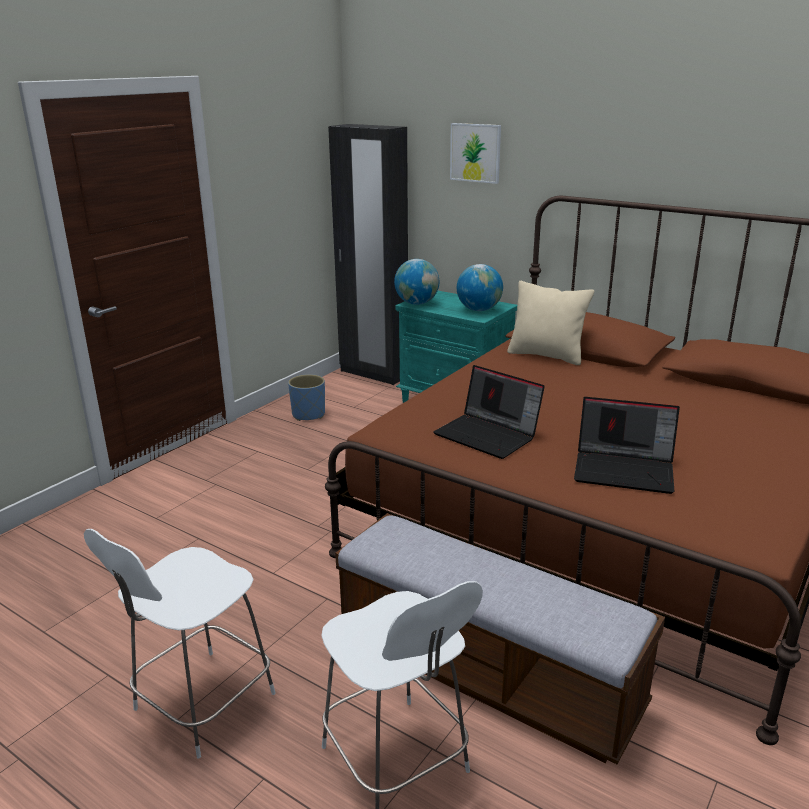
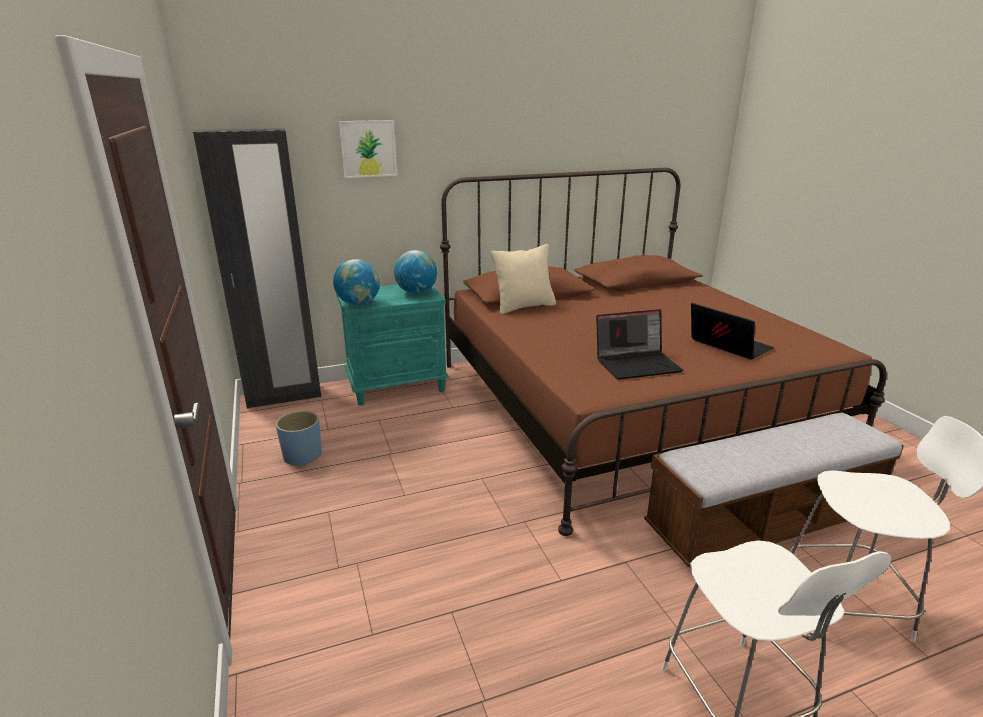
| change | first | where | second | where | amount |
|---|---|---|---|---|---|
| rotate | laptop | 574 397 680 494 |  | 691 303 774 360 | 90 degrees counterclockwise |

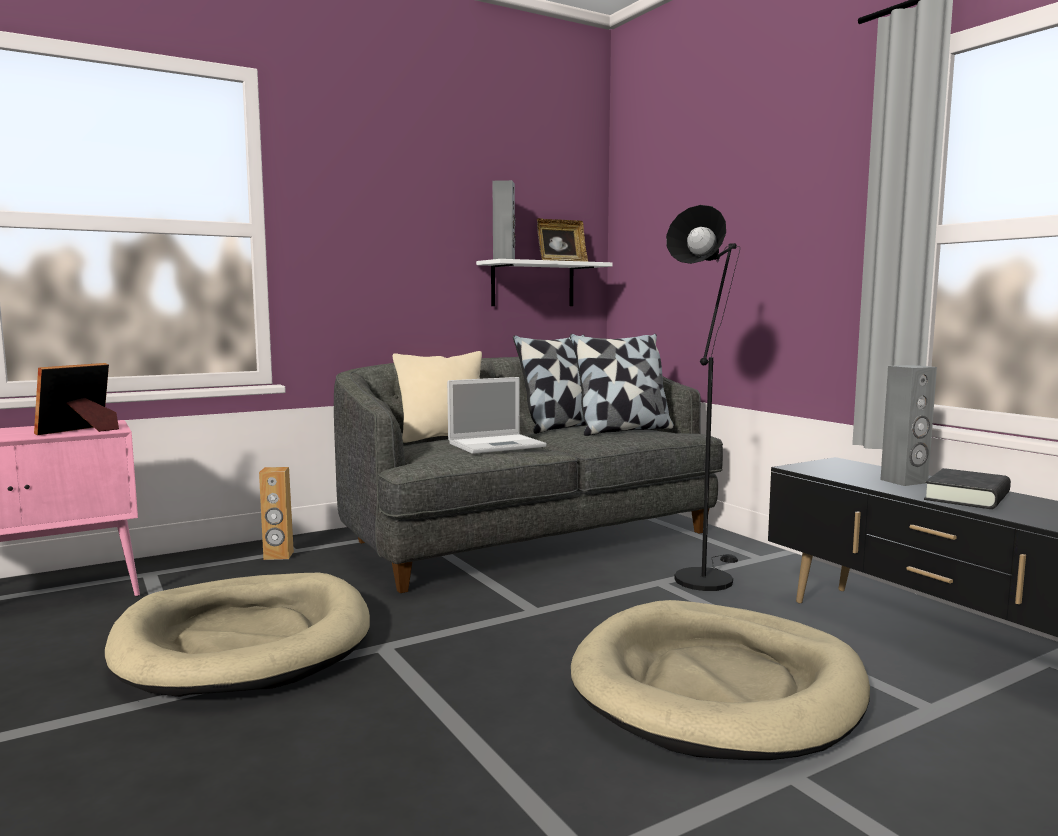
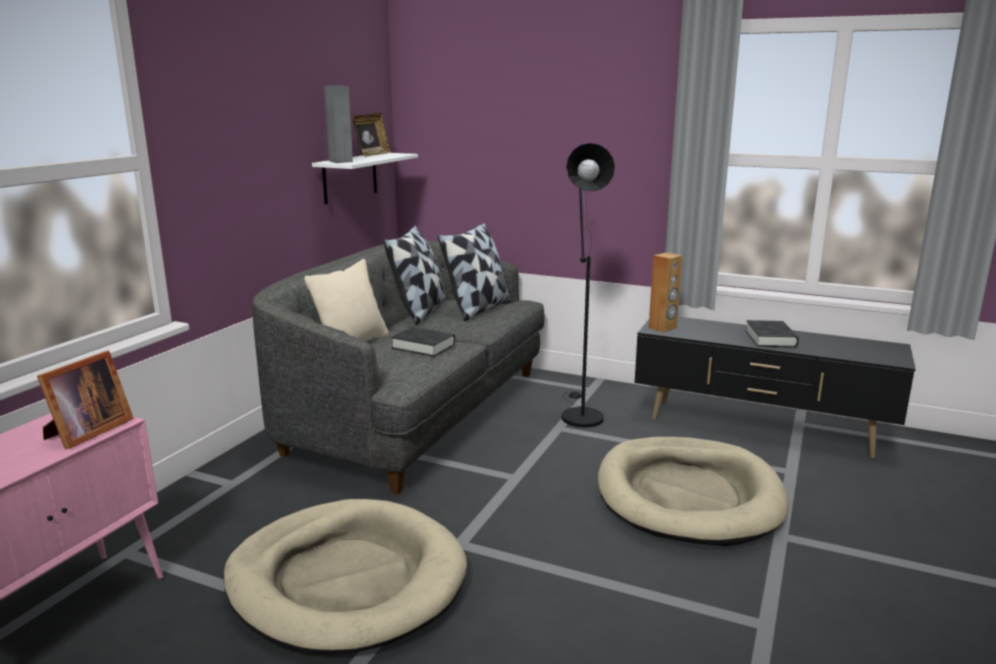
| change | first | where | second | where | amount |
|---|---|---|---|---|---|
| rotate | ramka na zdjęcie | 34 363 119 435 |  | 37 351 134 449 | 150 degrees counterclockwise |
| move | głośnik/brązowy | 259 467 294 560 |  | 649 252 682 333 |  |
| replace | laptop | 447 377 547 454 | książka/czarny | 391 327 455 357 |  |
| delete | głośnik/szary | 880 365 937 486 |  |  |  |

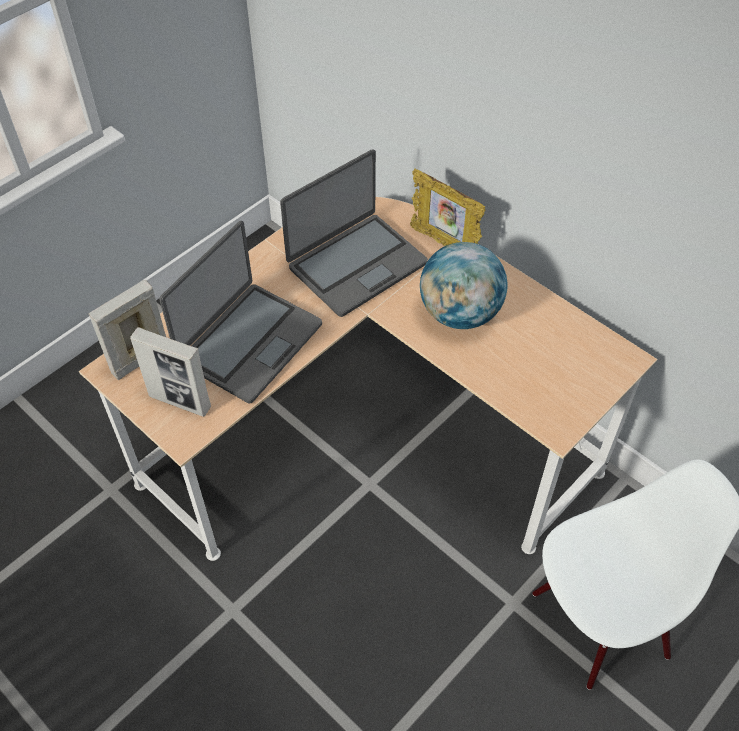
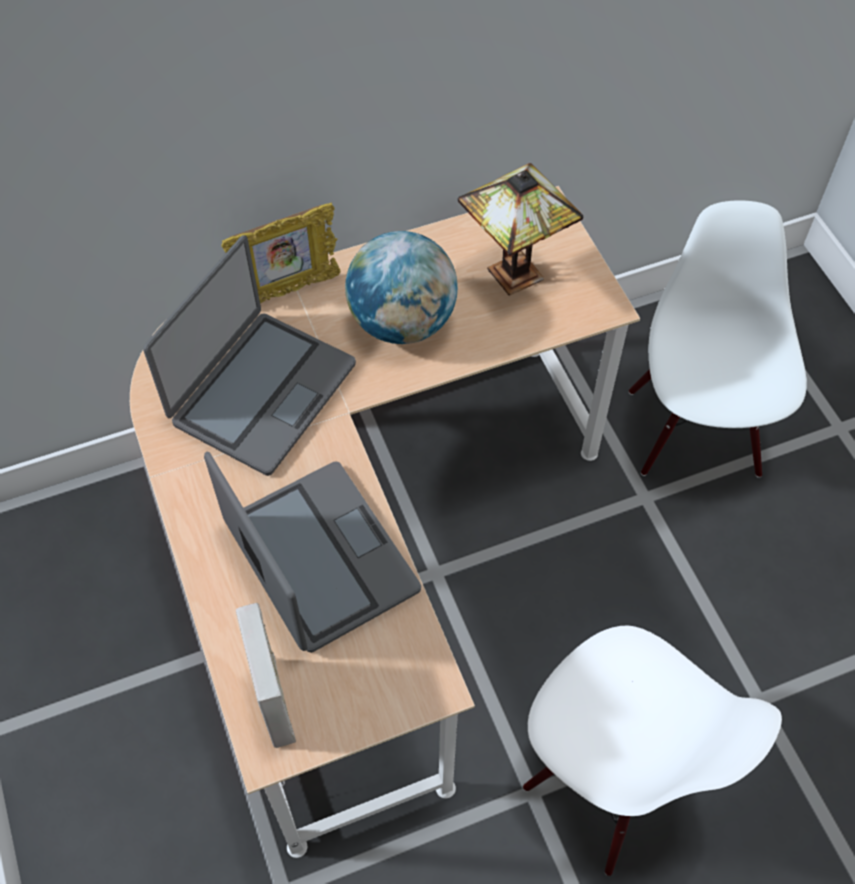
| change | first | where | second | where | amount |
|---|---|---|---|---|---|
| delete | ramka na zdjęcie | 130 327 211 417 |  |  |  |
| rotate | laptop | 280 149 428 317 |  | 143 235 356 476 | 45 degrees clockwise |
| insert |  |  | lampa stołowa | 458 163 584 296 |  |
| insert |  |  | krzesło/biały | 523 626 782 876 |  |

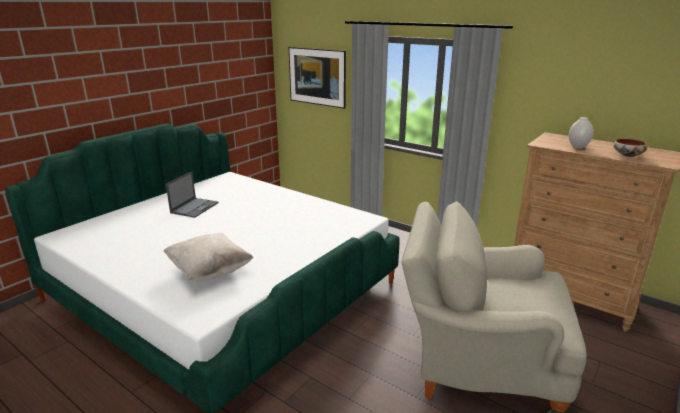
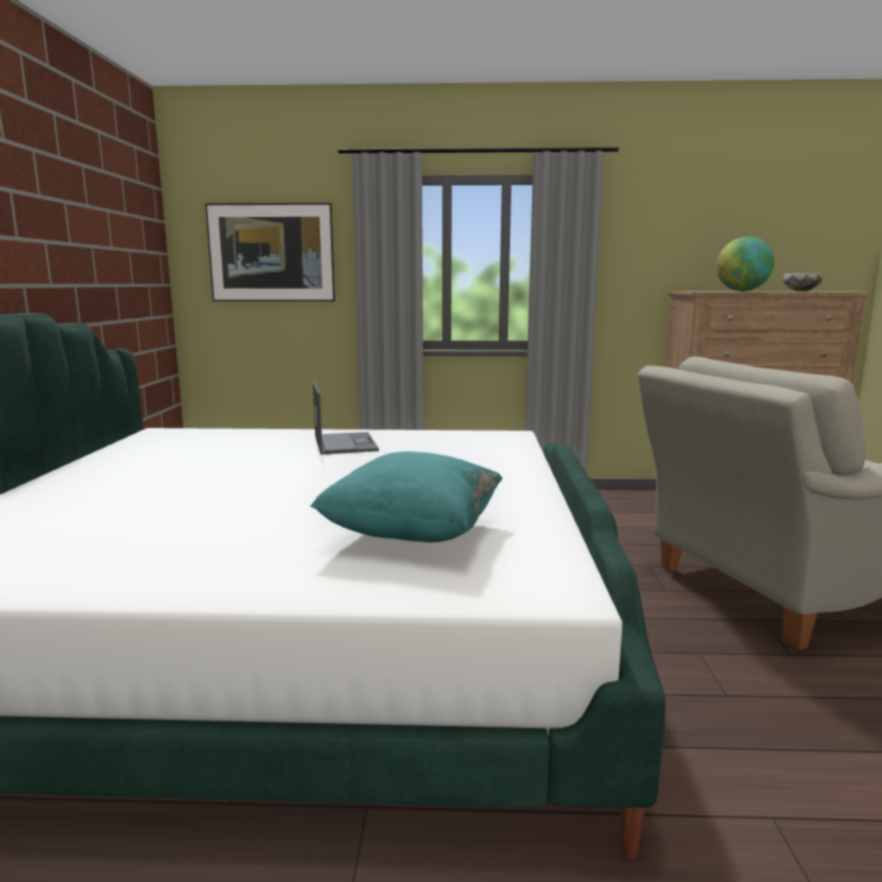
| change | first | where | second | where | amount |
|---|---|---|---|---|---|
| recolor | poduszka/beżowy | 164 233 254 282 | poduszka/turkusowy | 310 451 503 543 |  |
| move | laptop | 166 171 219 218 |  | 313 382 379 454 |  |
| replace | wazon/biały | 569 117 594 149 | globus | 716 237 774 291 |  |

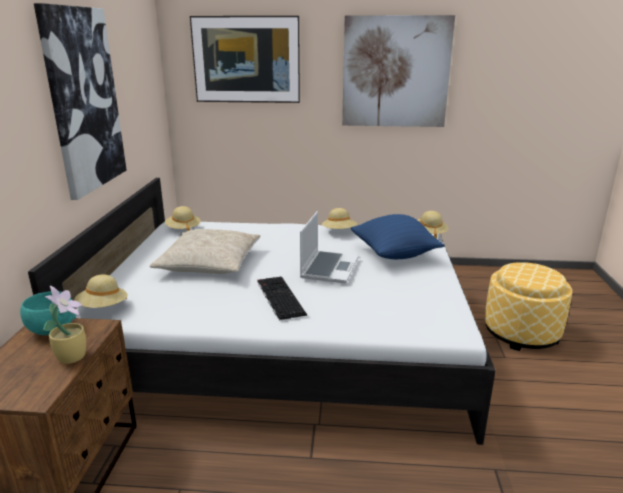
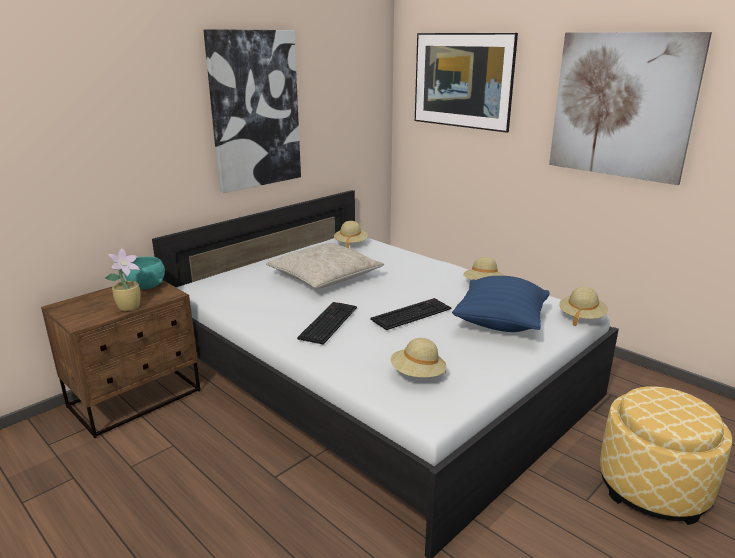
| change | first | where | second | where | amount |
|---|---|---|---|---|---|
| move | kapelusz/beżowy | 74 275 128 308 |  | 391 338 446 378 |  |
| replace | laptop | 300 211 359 283 | klawiatura | 370 298 451 330 |  |

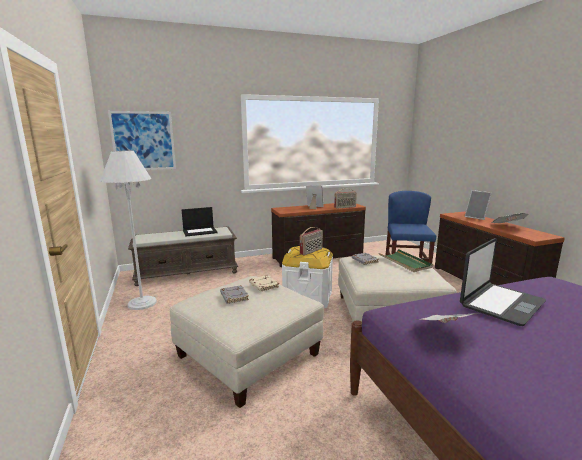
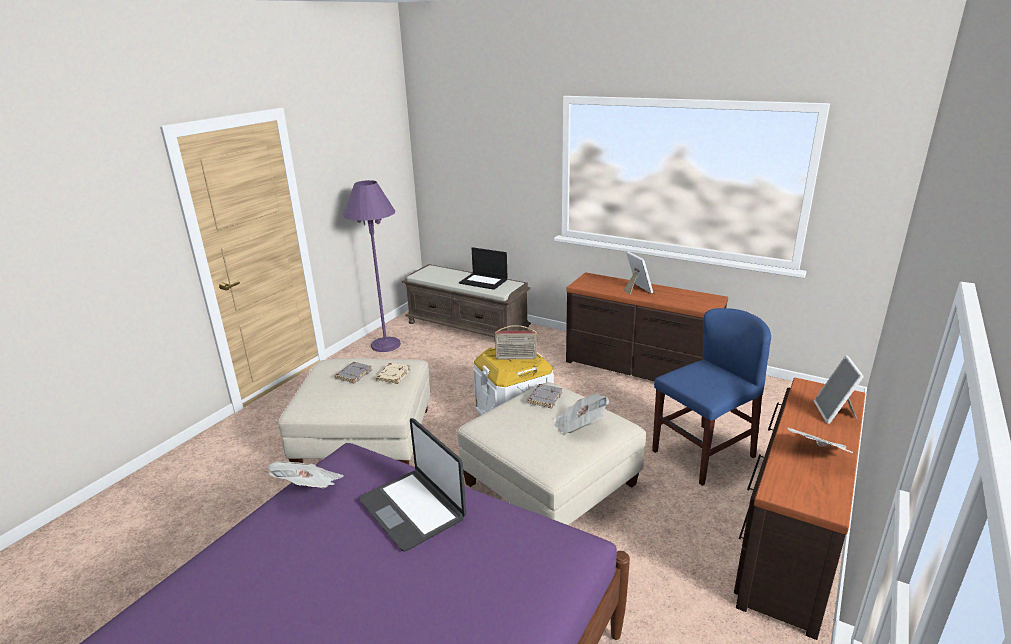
| change | first | where | second | where | amount |
|---|---|---|---|---|---|
| recolor | lampa stojąca/biały | 100 151 157 310 | lampa stojąca/fioletowy | 343 180 401 352 |  |
| delete | obraz | 108 111 176 170 |  |  |  |
| delete | radio | 334 188 357 209 |  |  |  |
| replace | taca/zielony | 379 249 433 272 | gazeta | 553 393 609 435 |  |
| rotate | laptop | 460 238 546 326 |  | 359 418 466 552 | 45 degrees clockwise |

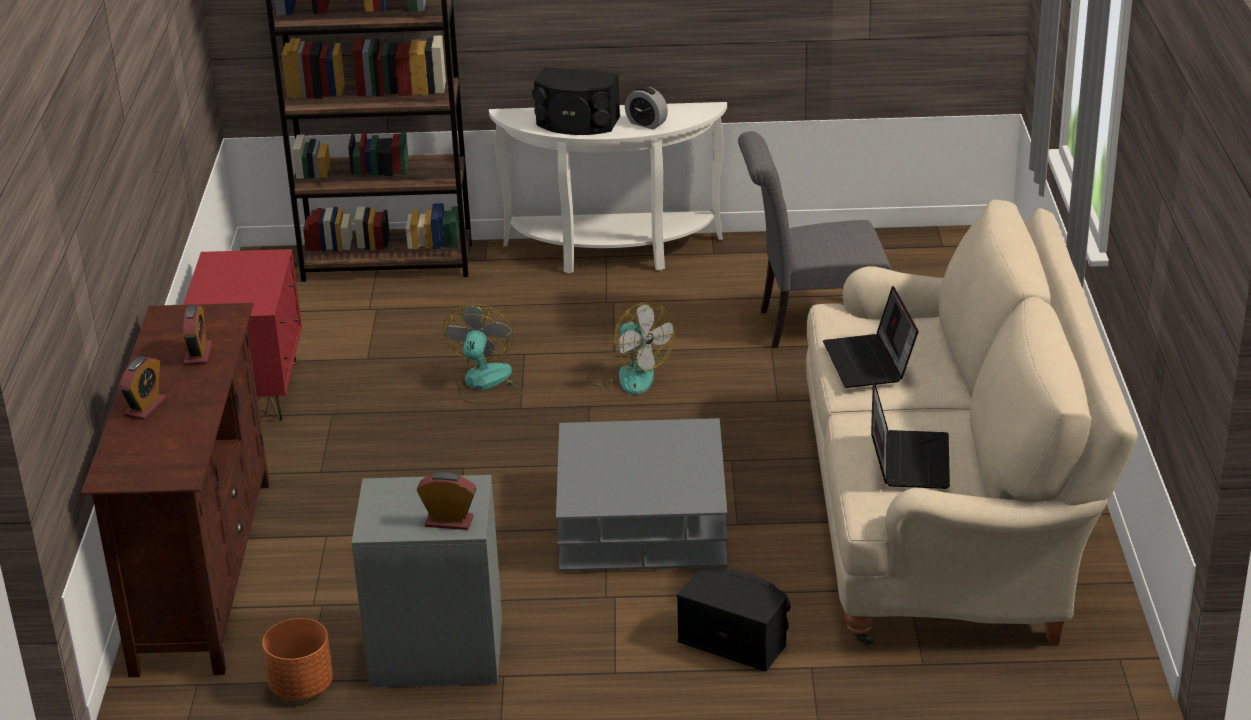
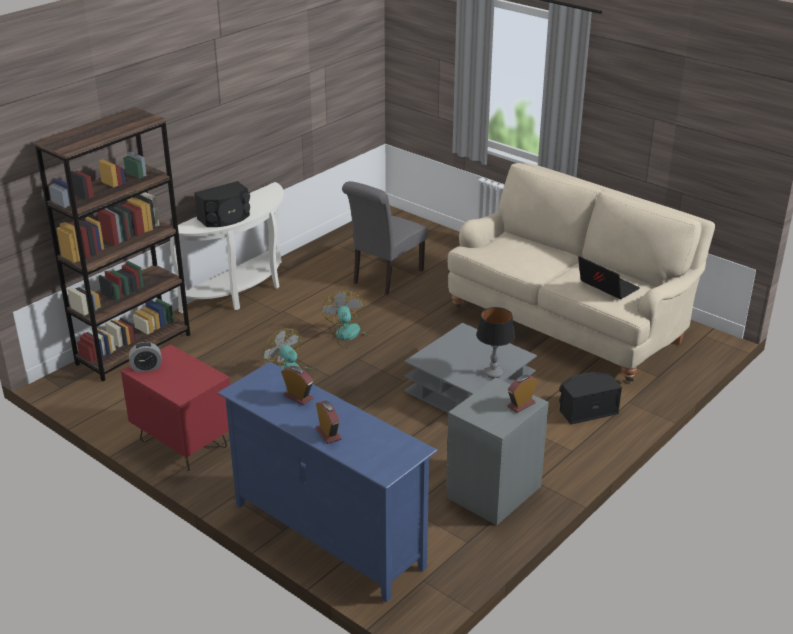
| change | first | where | second | where | amount |
|---|---|---|---|---|---|
| recolor | szafka pod telewizor/brązowy | 81 303 270 677 | szafka pod telewizor/niebieski | 217 362 438 602 |  |
| delete | donica/pomarańczowy | 262 618 333 700 |  |  |  |
| rotate | wentylator | 587 302 675 395 |  | 322 290 375 349 | 105 degrees counterclockwise |
| move | budzik | 625 86 668 130 |  | 129 342 162 372 |  |
| delete | laptop | 823 286 918 388 |  |  |  |
| insert |  |  | lampa stołowa | 476 307 515 378 |  |

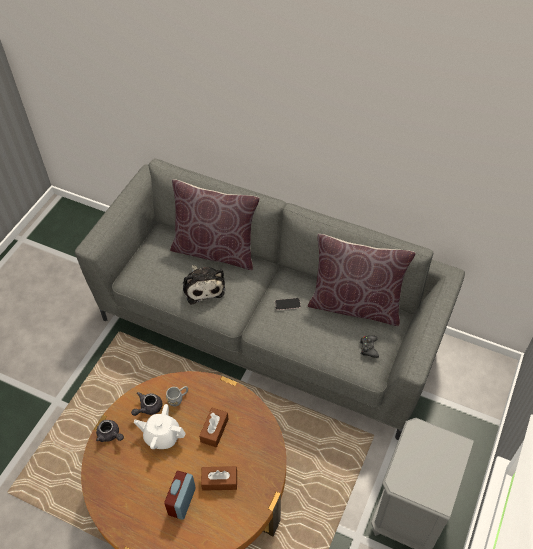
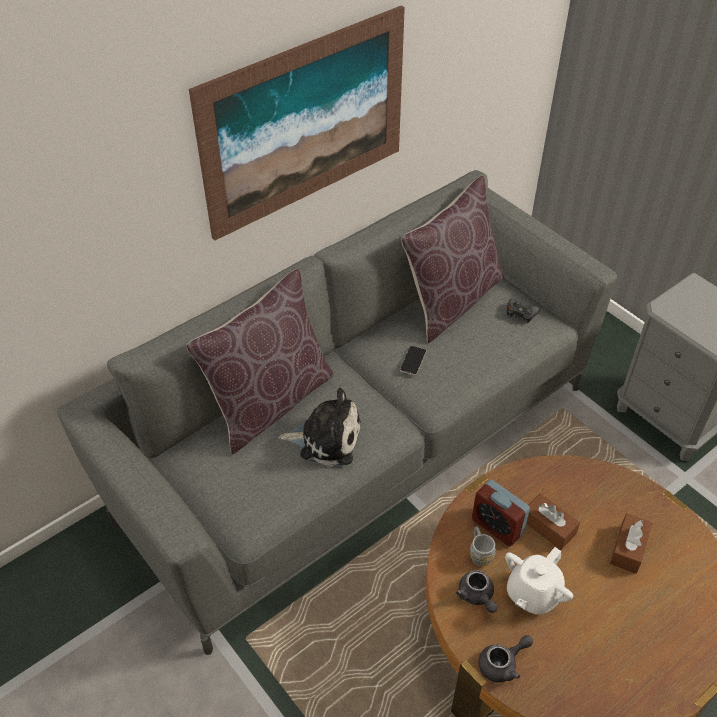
| change | first | where | second | where | amount |
|---|---|---|---|---|---|
| move | budzik | 164 471 196 520 |  | 472 480 530 547 |  |
| insert |  |  | obraz | 189 5 405 241 |  |

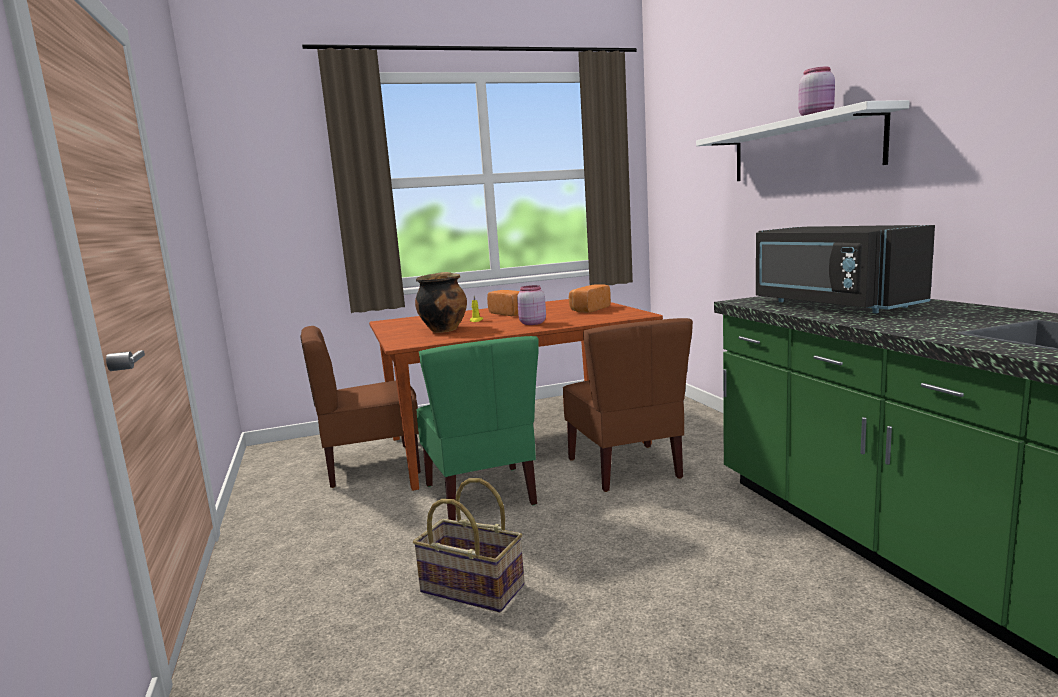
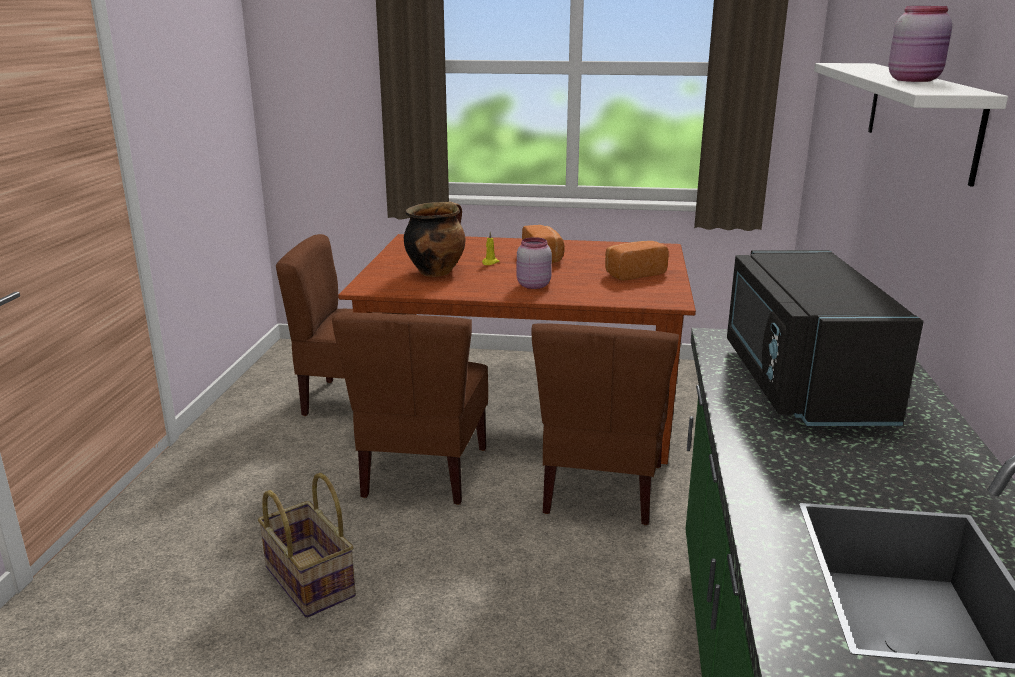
| change | first | where | second | where | amount |
|---|---|---|---|---|---|
| recolor | krzesło/zielony | 416 336 539 521 | krzesło/brązowy | 332 313 488 505 |  |

